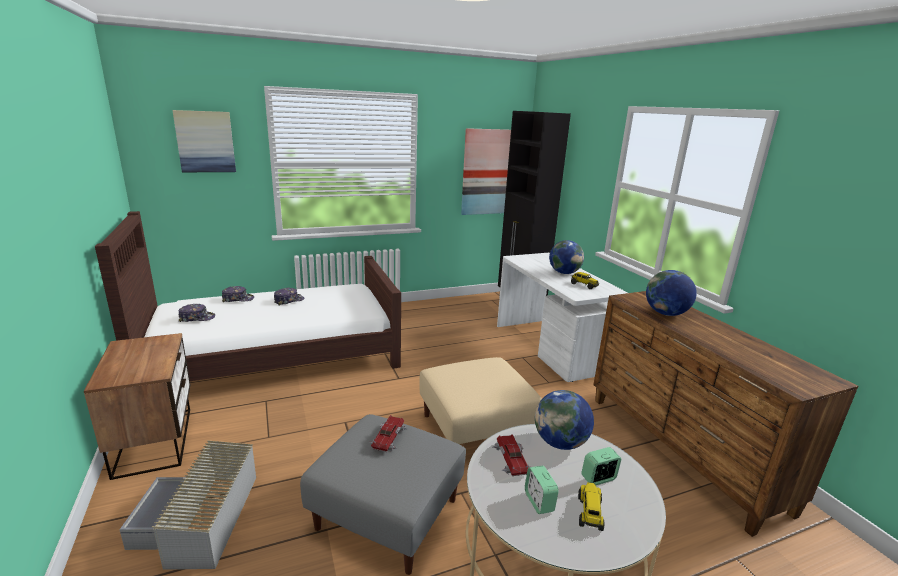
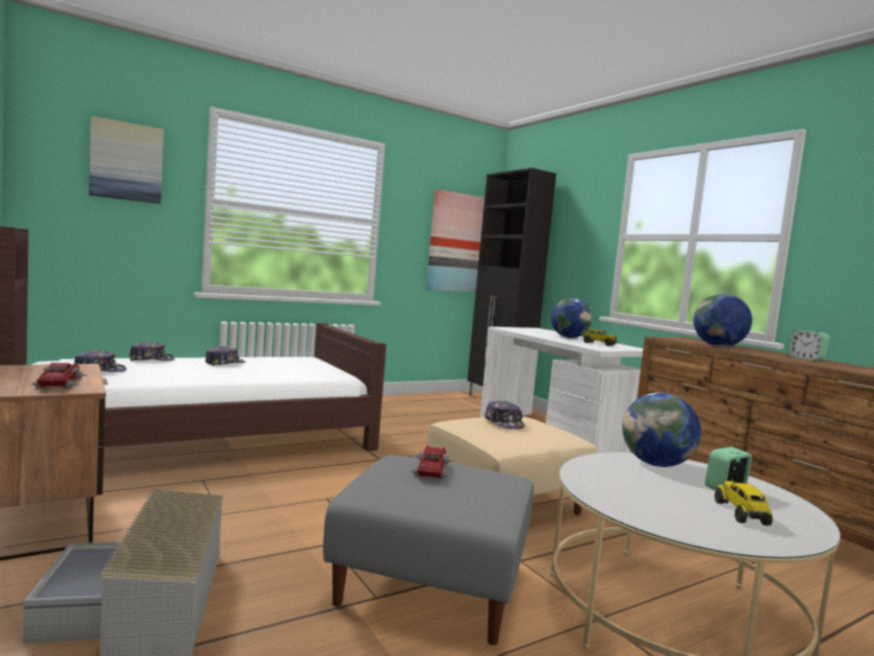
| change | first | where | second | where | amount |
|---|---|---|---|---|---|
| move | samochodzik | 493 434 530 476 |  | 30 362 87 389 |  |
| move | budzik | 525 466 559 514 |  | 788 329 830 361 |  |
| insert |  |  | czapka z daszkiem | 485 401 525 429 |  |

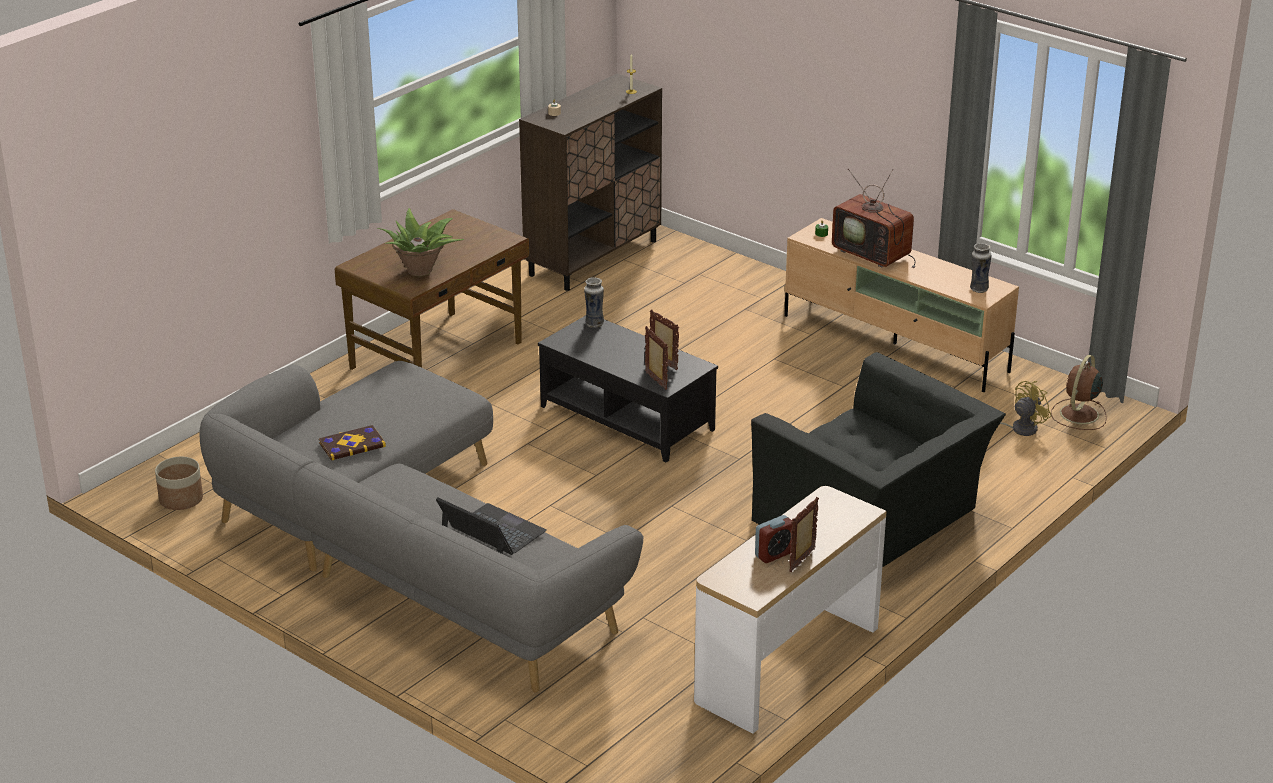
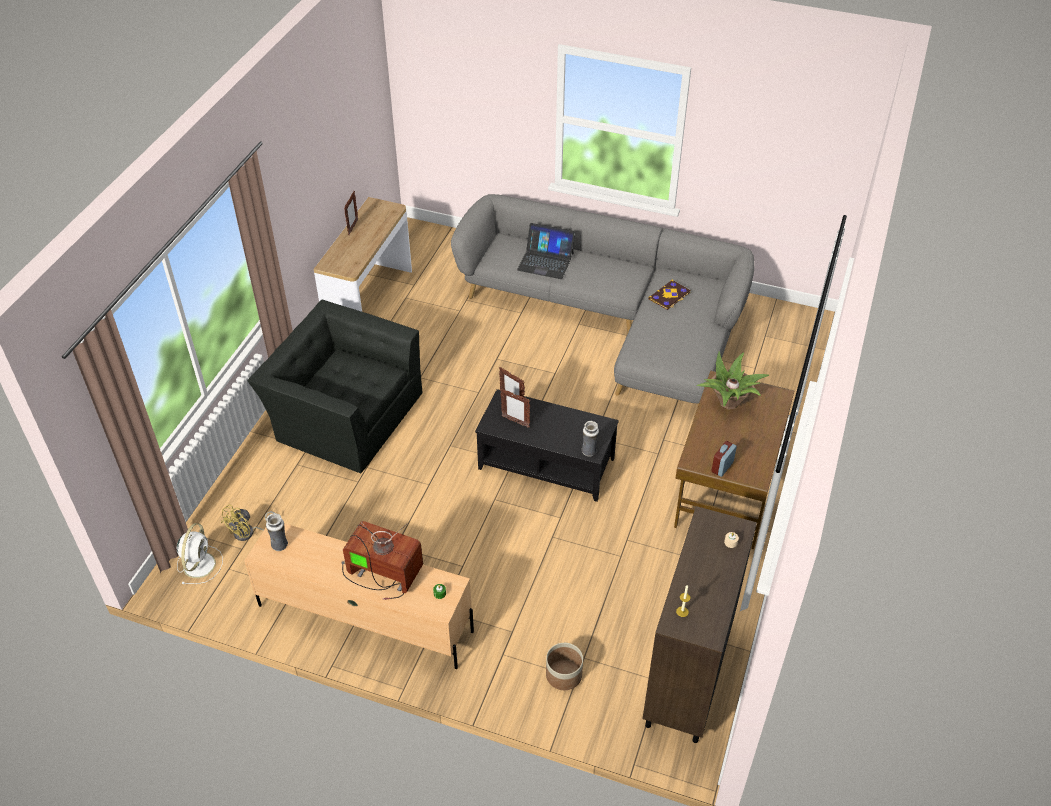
| change | first | where | second | where | amount |
|---|---|---|---|---|---|
| move | donica | 155 457 203 510 |  | 546 643 583 690 |  |
| move | budzik | 755 515 792 563 |  | 711 441 737 477 |  |
| recolor | wentylator/brązowy | 1051 355 1107 430 | wentylator/biały | 177 523 223 584 |  |

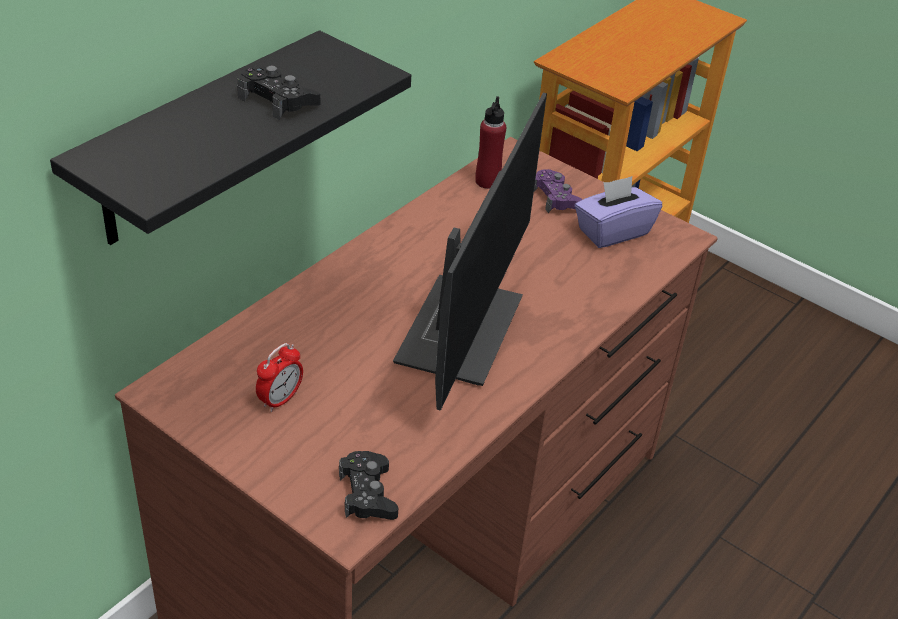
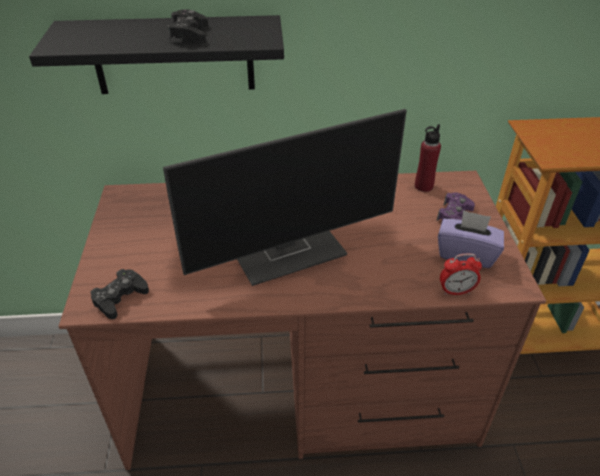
| change | first | where | second | where | amount |
|---|---|---|---|---|---|
| move | budzik | 256 343 303 412 |  | 440 254 482 295 |  |

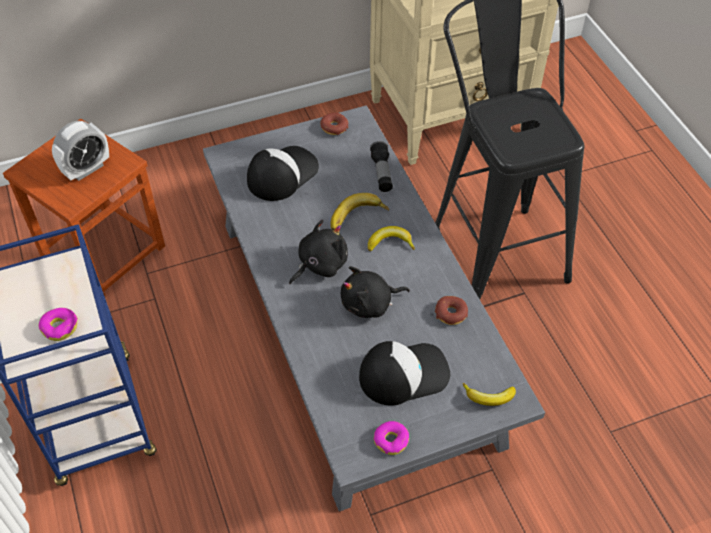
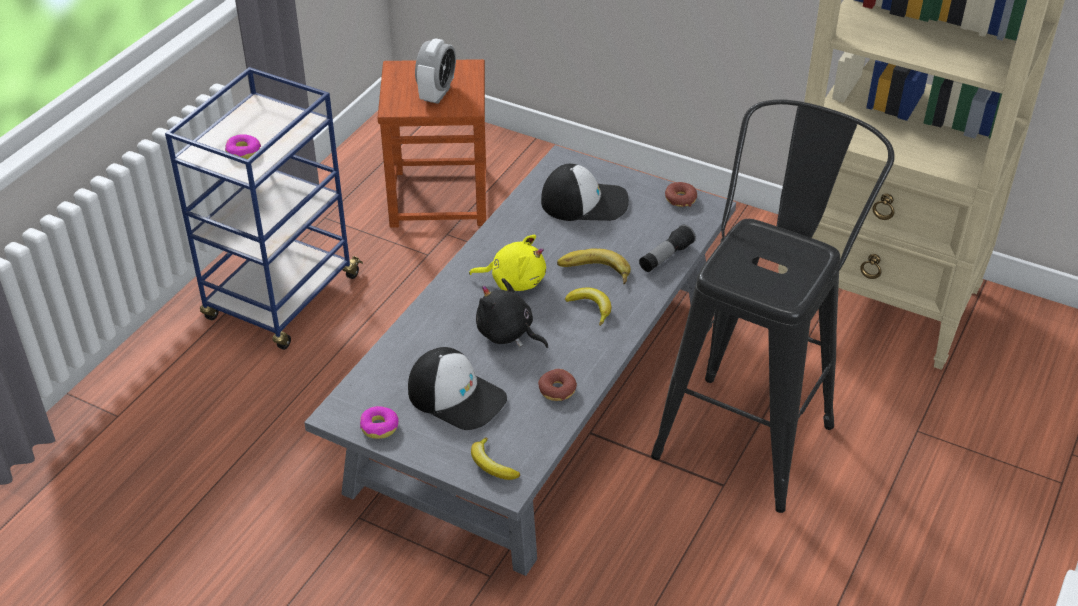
| change | first | where | second | where | amount |
|---|---|---|---|---|---|
| rotate | budzik | 52 121 109 181 |  | 415 38 456 104 | 75 degrees counterclockwise |
| recolor | pluszak/czarny | 289 220 348 284 | pluszak/żółty | 469 235 546 291 |  |

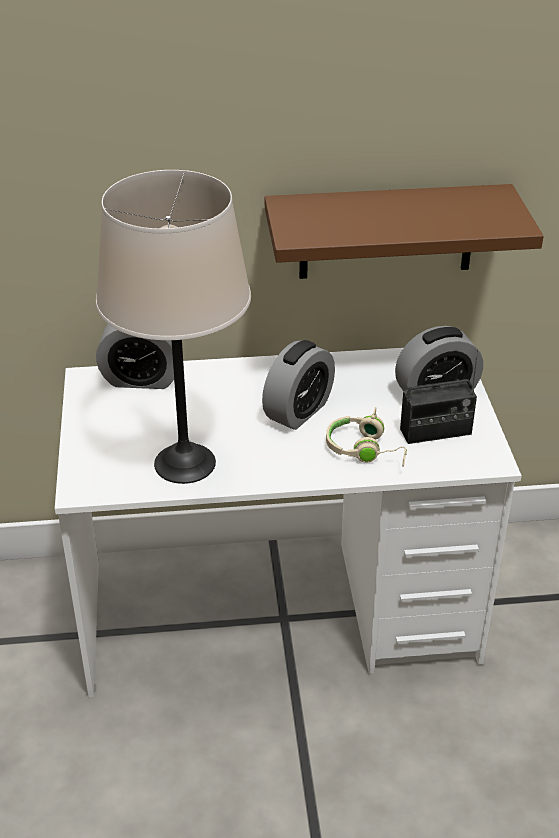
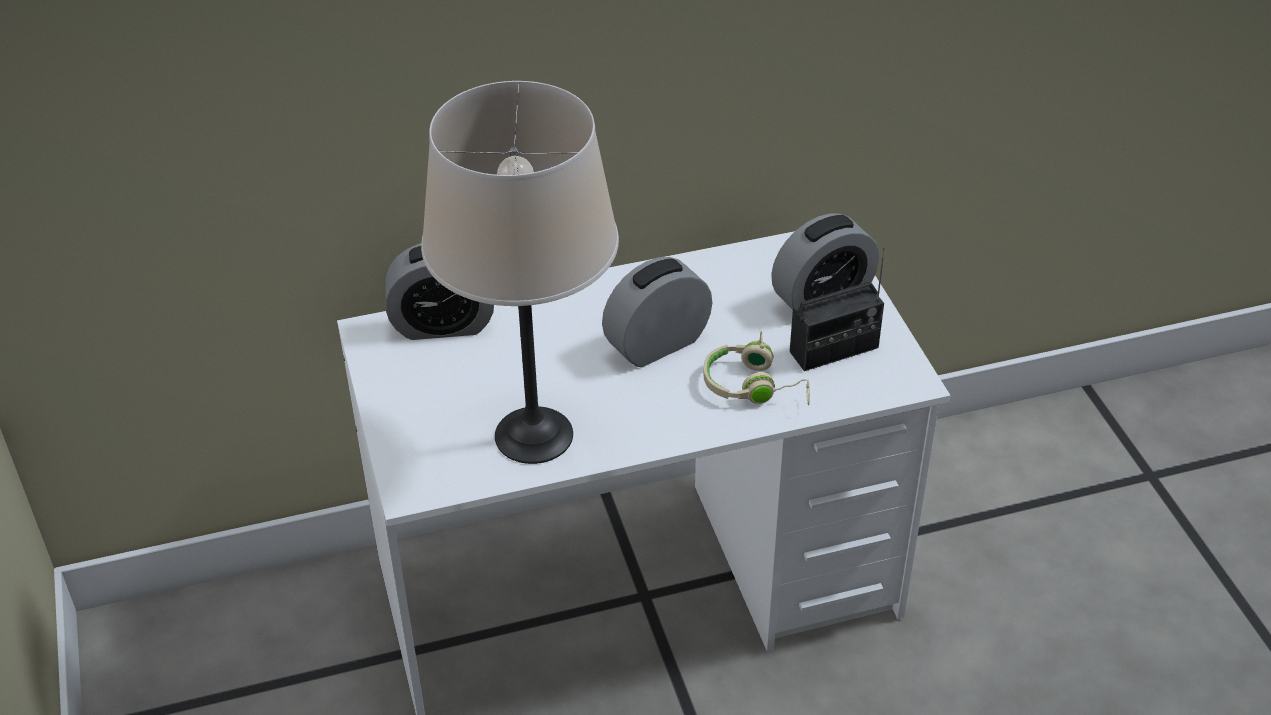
| change | first | where | second | where | amount |
|---|---|---|---|---|---|
| rotate | budzik | 262 340 335 430 |  | 602 257 712 367 | 150 degrees counterclockwise |
| delete | półka/brązowy | 265 184 544 279 |  |  |  |

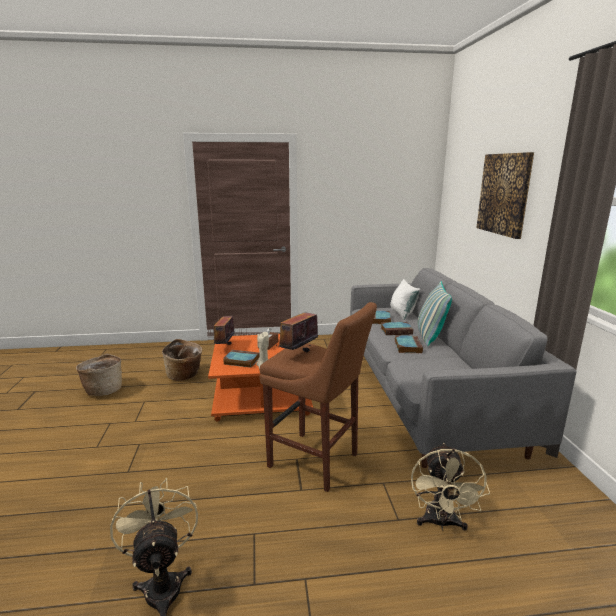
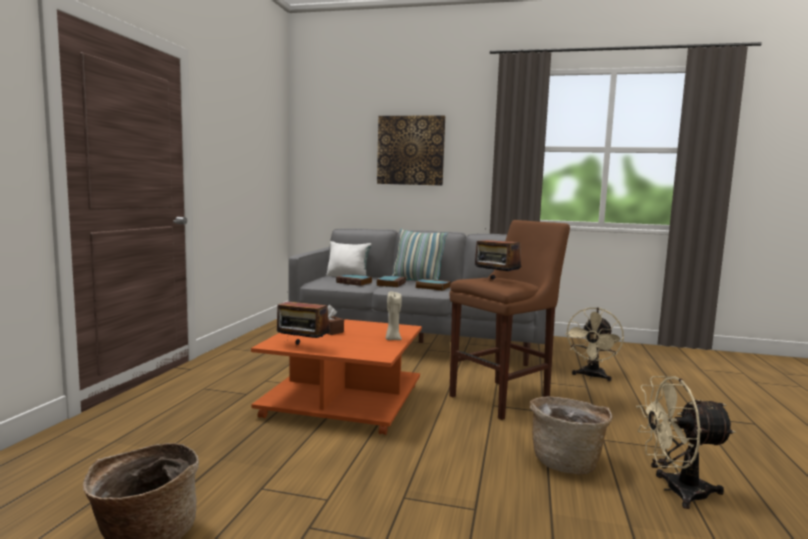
| change | first | where | second | where | amount |
|---|---|---|---|---|---|
| move | koszyk | 162 339 202 381 |  | 530 396 612 474 |  |
| delete | książka | 223 350 259 368 |  |  |  |
| rotate | wentylator/beżowy | 411 443 490 531 |  | 565 307 624 381 | 90 degrees clockwise |

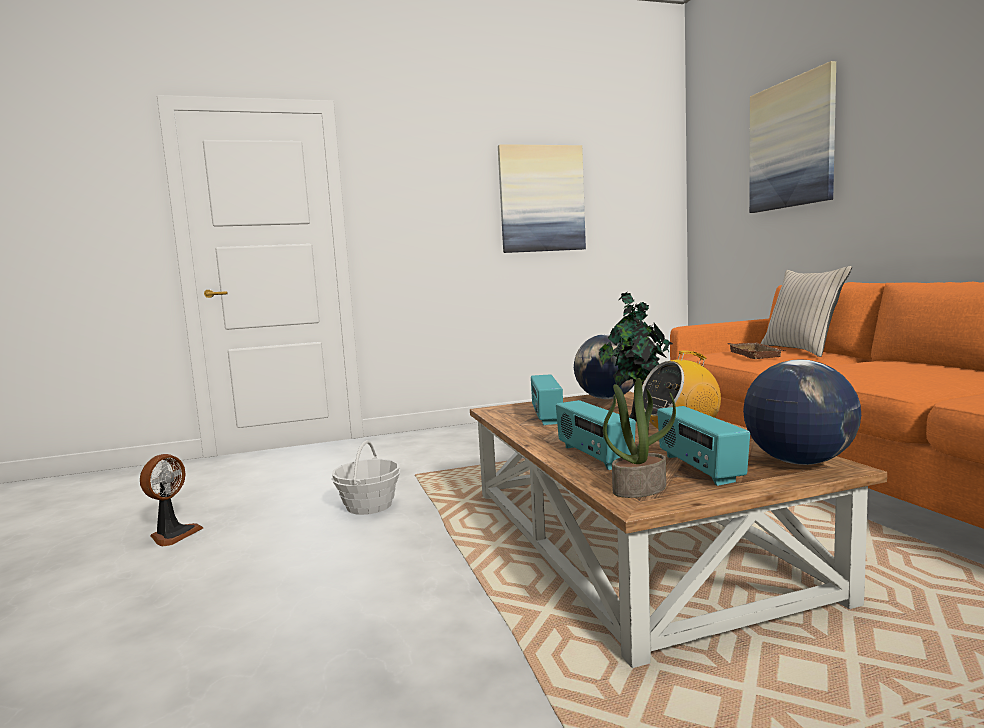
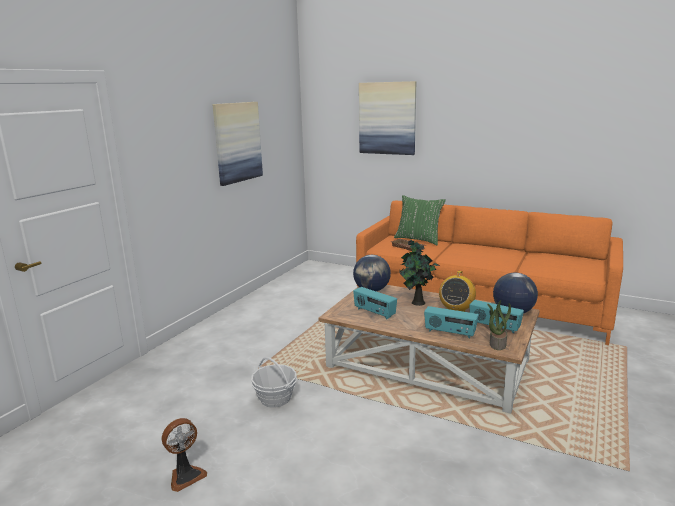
| change | first | where | second | where | amount |
|---|---|---|---|---|---|
| rotate | wentylator | 140 454 203 546 |  | 162 418 207 492 | 75 degrees clockwise |
| recolor | poduszka/beżowy | 760 266 852 357 | poduszka/zielony | 394 195 446 245 |  |

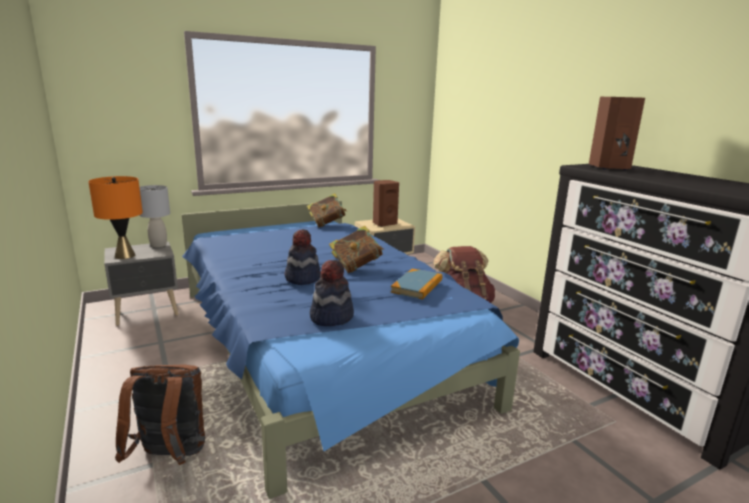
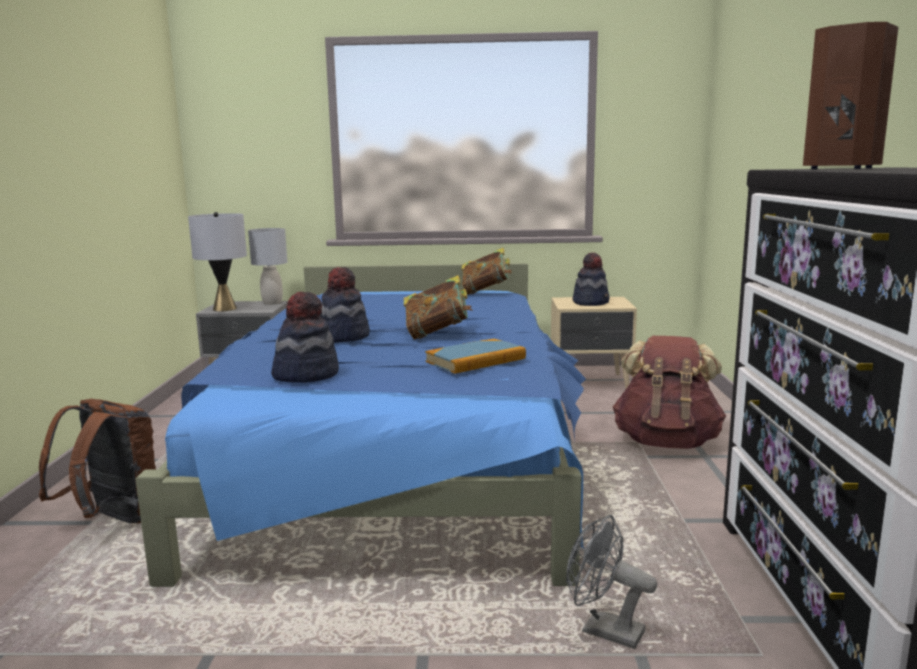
| change | first | where | second | where | amount |
|---|---|---|---|---|---|
| recolor | lampa stołowa/pomarańczowy | 88 176 143 259 | lampa stołowa/szary | 188 212 247 311 |  |
| replace | głośnik/brązowy | 373 180 399 227 | kapelusz | 573 252 610 306 |  |
| insert |  |  | wentylator/szary | 566 515 657 649 |  |

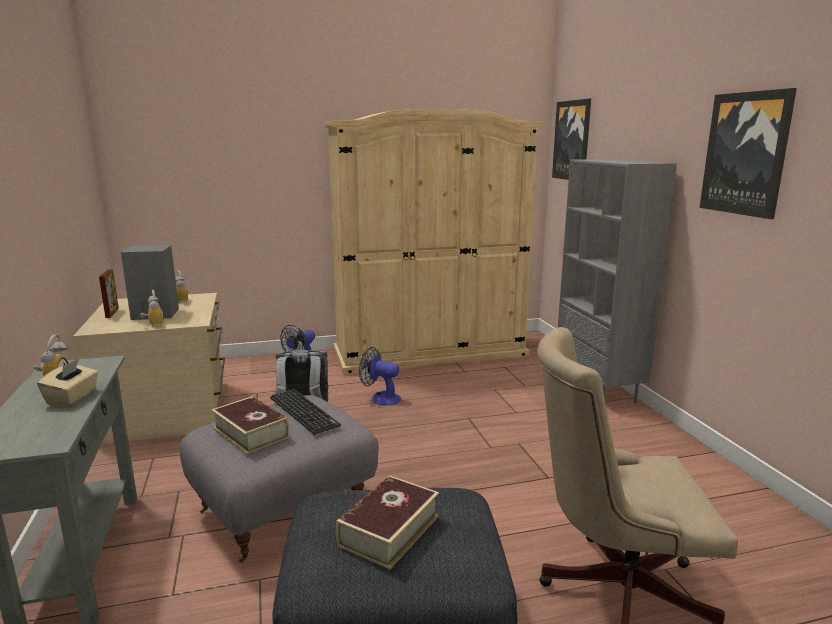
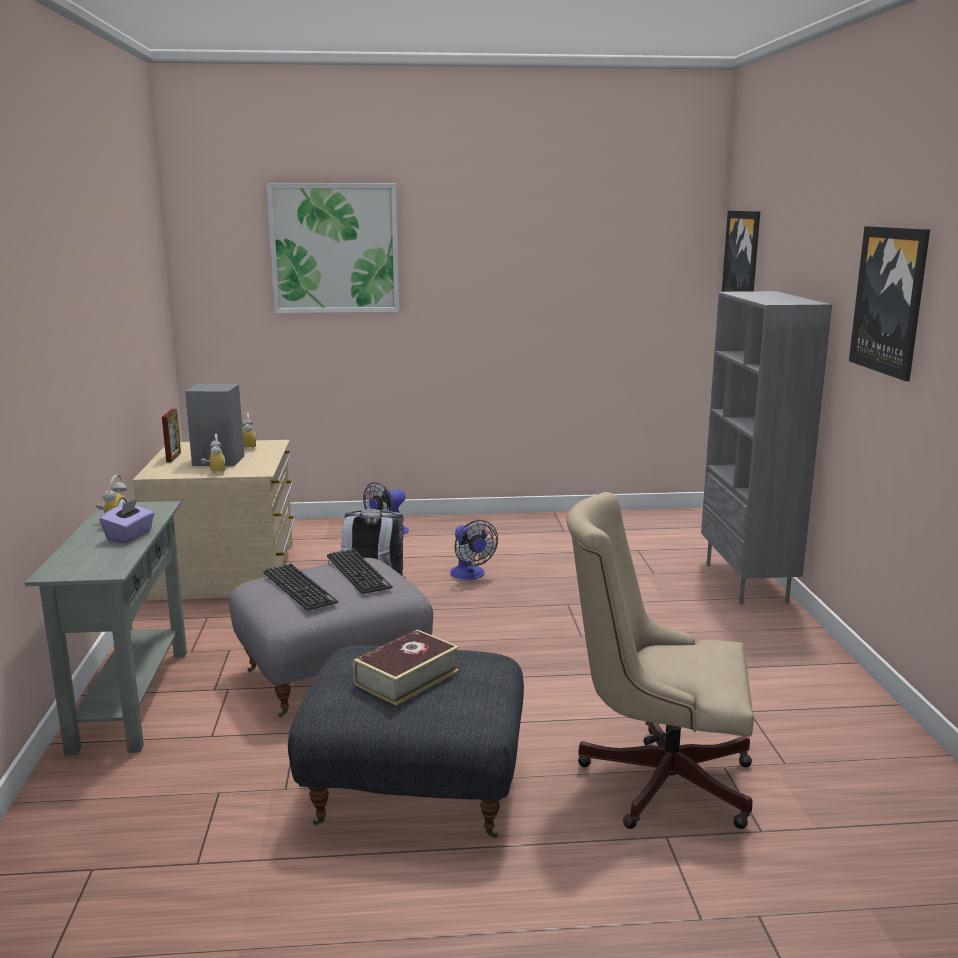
| change | first | where | second | where | amount |
|---|---|---|---|---|---|
| recolor | pudełko chusteczek/beżowy | 37 359 98 406 | pudełko chusteczek/fioletowy | 100 499 155 543 |  |
| replace | książka | 211 396 289 454 | klawiatura | 264 563 338 611 |  |
| delete | szafa/beżowy | 324 109 543 375 |  |  |  |
| rotate | wentylator | 359 347 401 405 |  | 450 520 498 580 | 150 degrees counterclockwise |
| insert |  |  | obraz | 266 183 399 313 |  |

